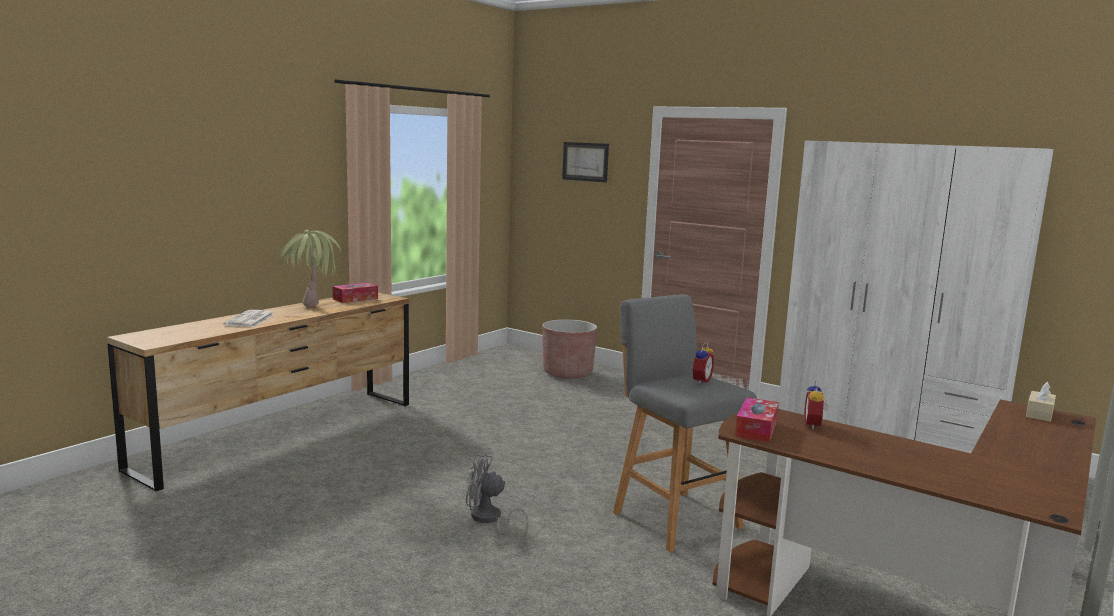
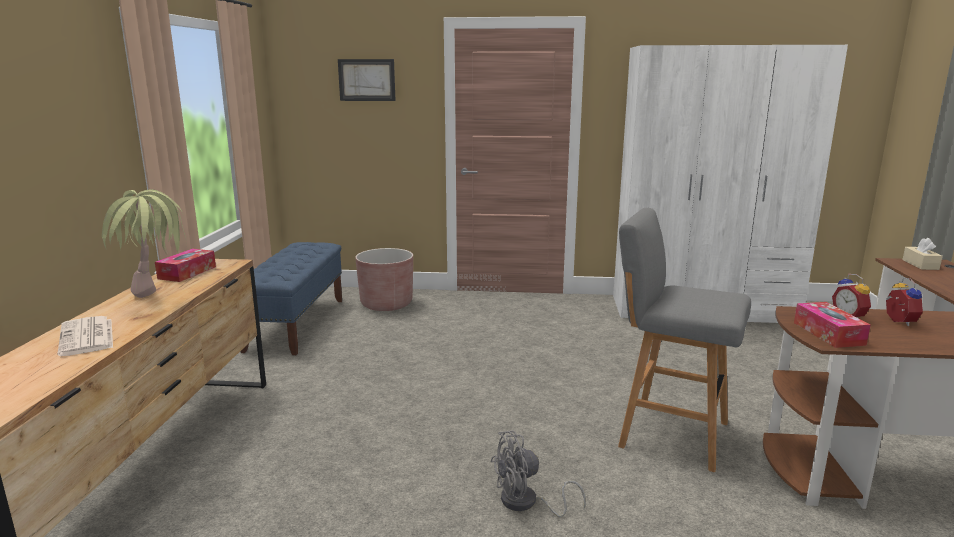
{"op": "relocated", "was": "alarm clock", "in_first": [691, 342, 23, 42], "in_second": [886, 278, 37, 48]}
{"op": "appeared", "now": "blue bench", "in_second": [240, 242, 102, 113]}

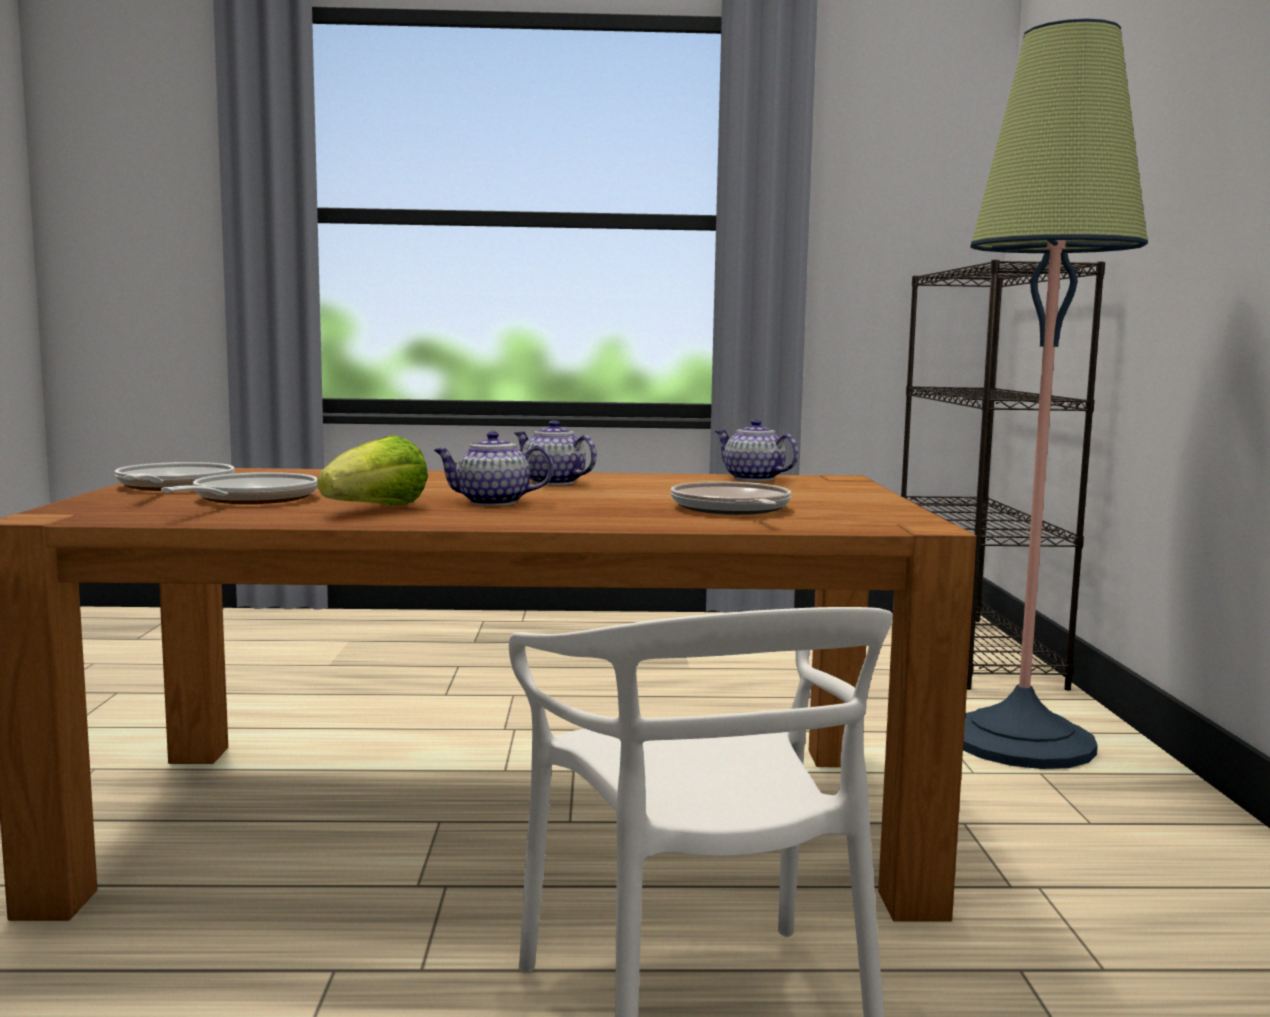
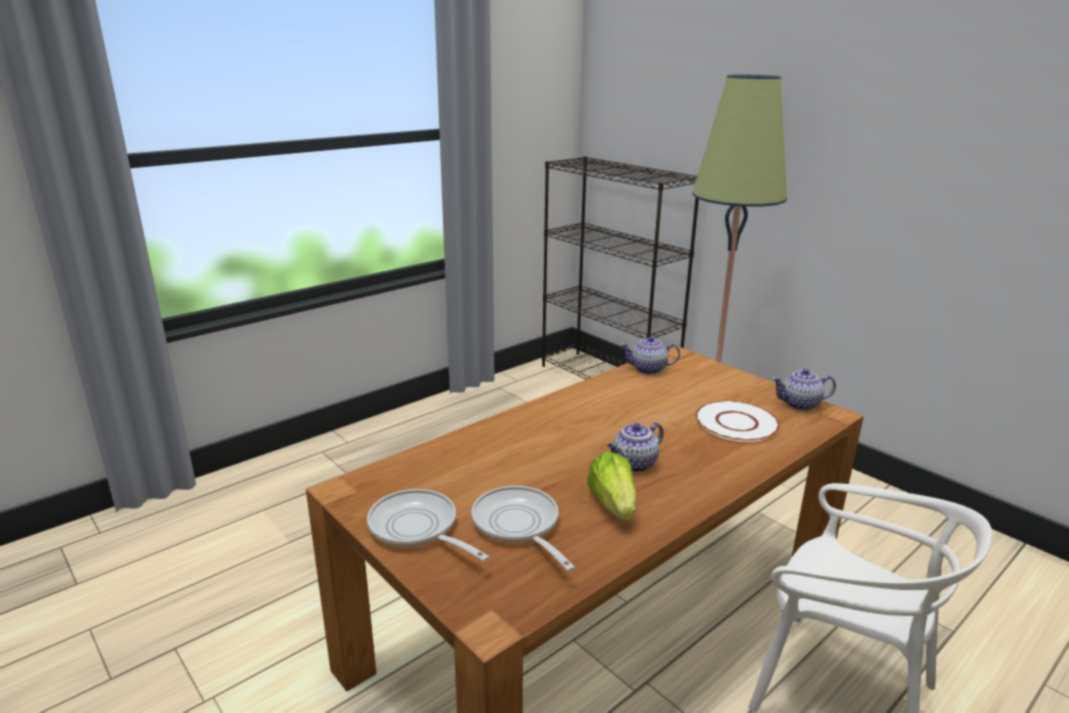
{"op": "relocated", "was": "teapot", "in_first": [514, 420, 83, 65], "in_second": [772, 369, 64, 42]}
{"op": "exchanged", "was": "frying pan", "now": "white plate", "in_first": [670, 481, 122, 34], "in_second": [695, 400, 85, 42]}

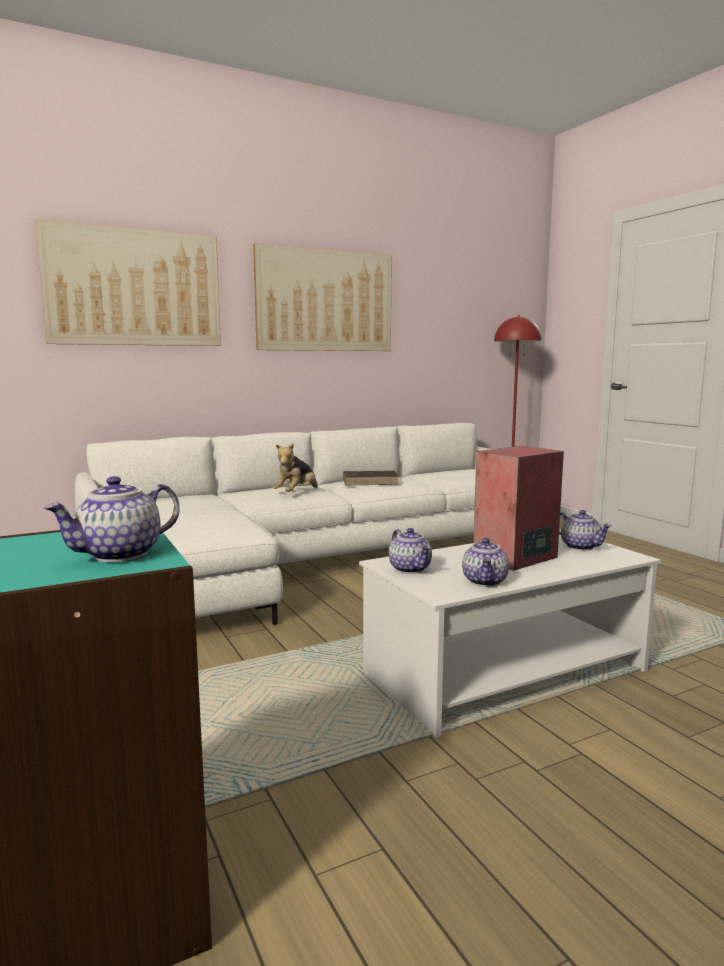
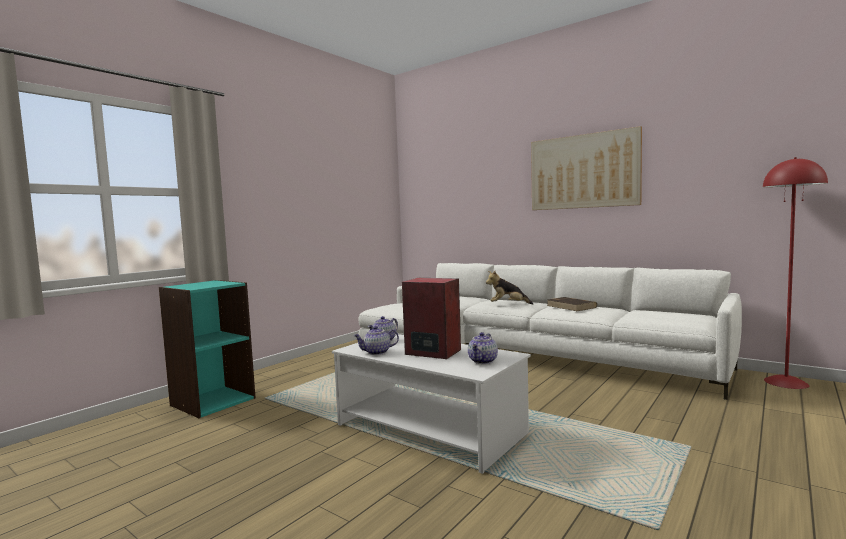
{"op": "missing", "was": "picture", "in_first": [35, 220, 186, 126]}
{"op": "missing", "was": "teapot", "in_first": [43, 476, 137, 86]}

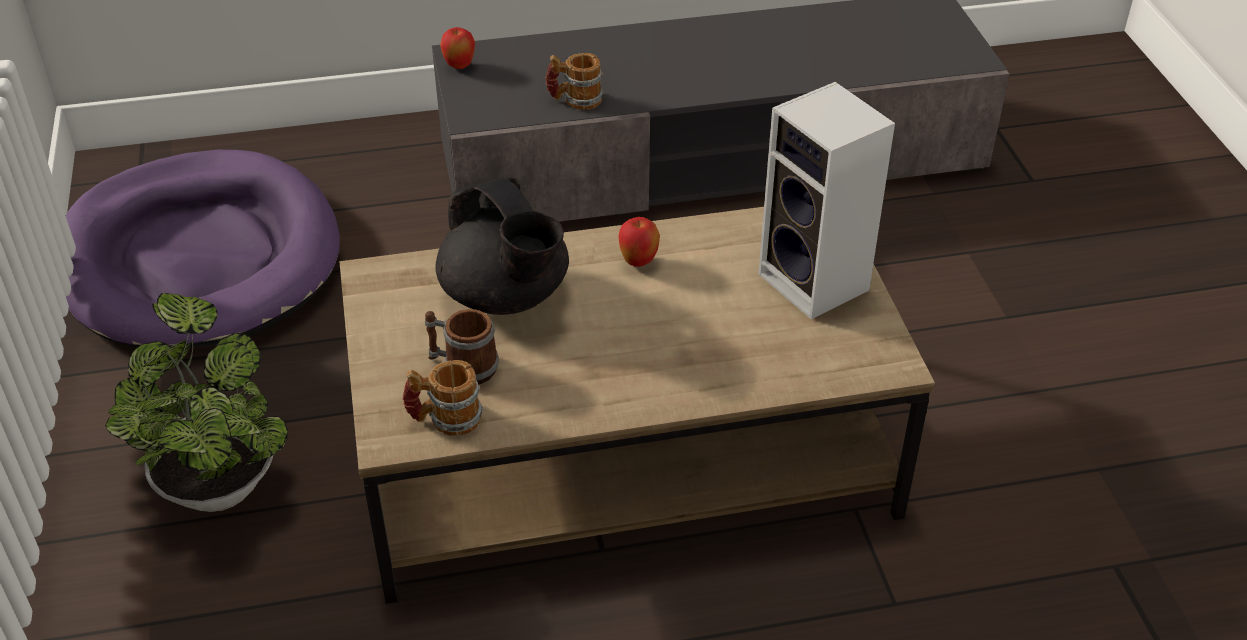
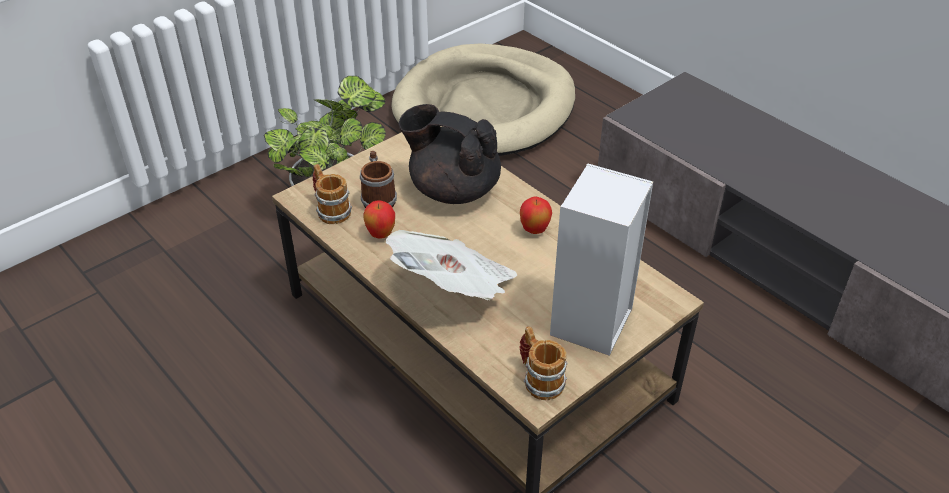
{"op": "relocated", "was": "apple", "in_first": [440, 27, 35, 42], "in_second": [363, 201, 32, 37]}
{"op": "relocated", "was": "mug", "in_first": [546, 53, 58, 57], "in_second": [520, 327, 47, 73]}
{"op": "colour", "was": "purple dog bed", "now": "beige dog bed", "in_first": [66, 150, 274, 197], "in_second": [391, 43, 184, 113]}
{"op": "spun", "was": "black teapot", "in_first": [435, 177, 134, 138], "in_second": [398, 104, 103, 100], "clockwise": 90}
{"op": "appeared", "now": "newspaper", "in_second": [386, 230, 132, 70]}

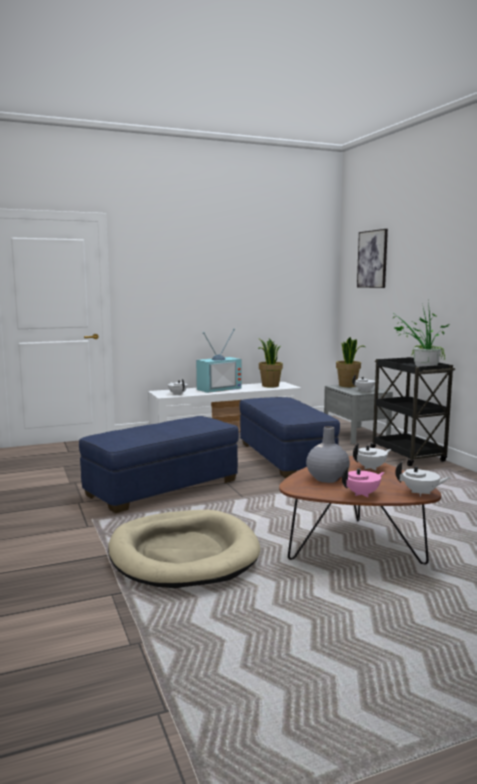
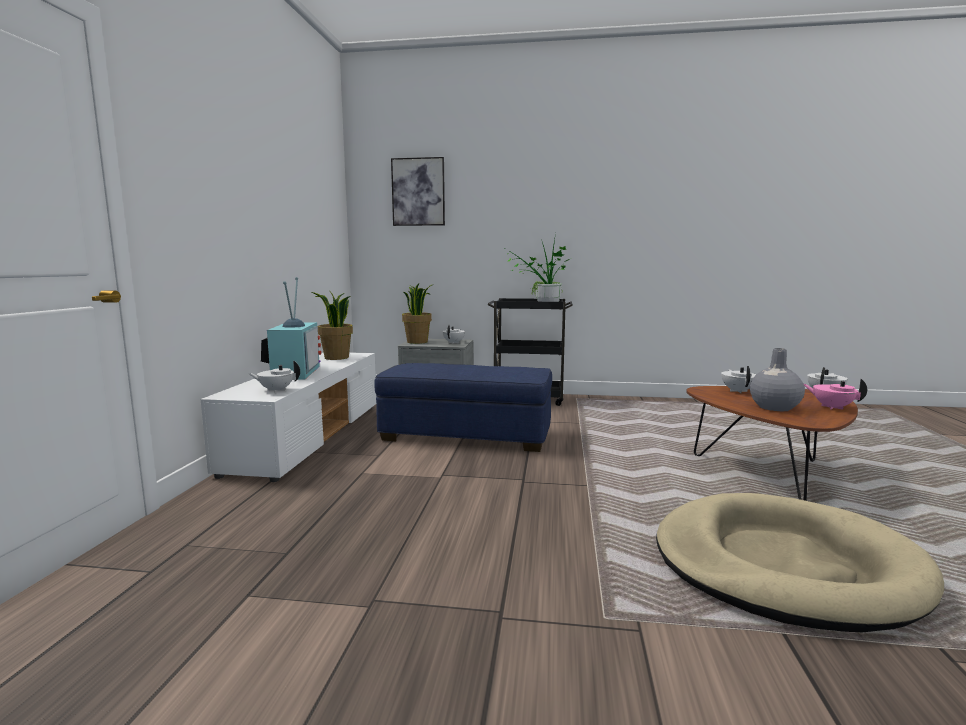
{"op": "missing", "was": "blue ottoman", "in_first": [79, 416, 160, 97]}
{"op": "spun", "was": "pink teapot", "in_first": [342, 466, 43, 31], "in_second": [804, 379, 63, 31], "clockwise": -45}

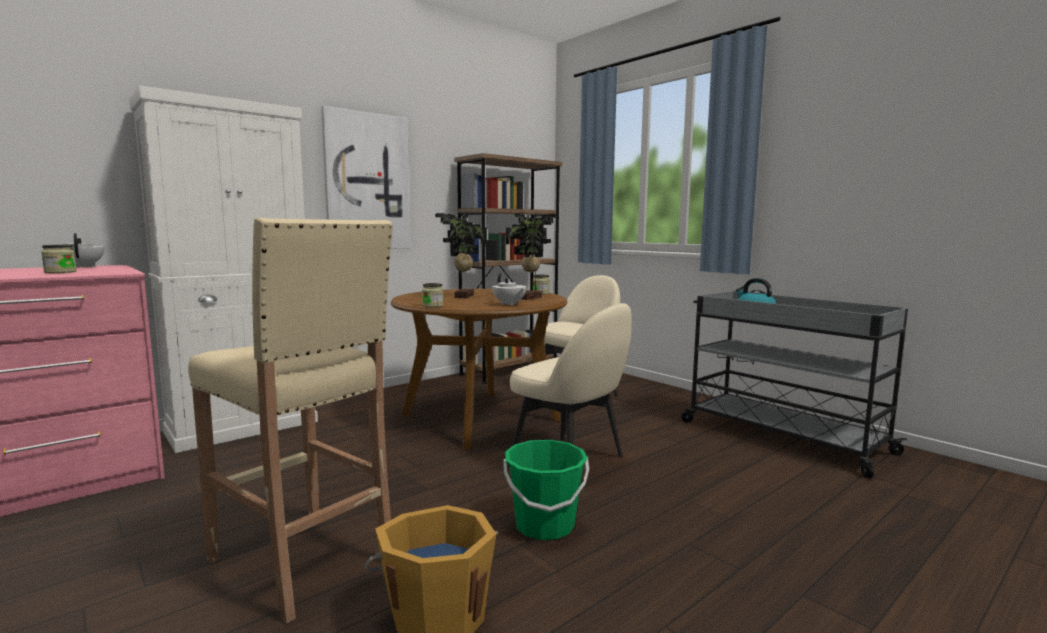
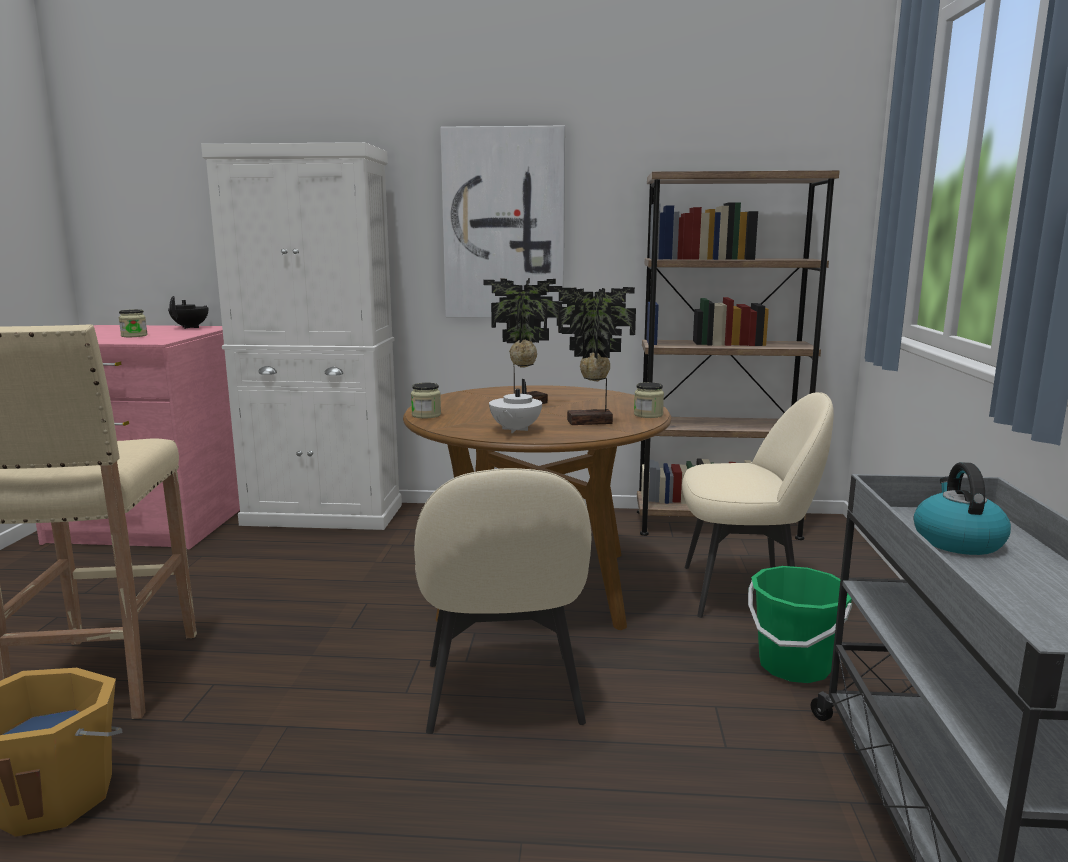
{"op": "colour", "was": "white teapot", "now": "black teapot", "in_first": [66, 233, 38, 35], "in_second": [168, 296, 40, 33]}
{"op": "relocated", "was": "green bucket", "in_first": [503, 440, 86, 100], "in_second": [748, 566, 104, 117]}

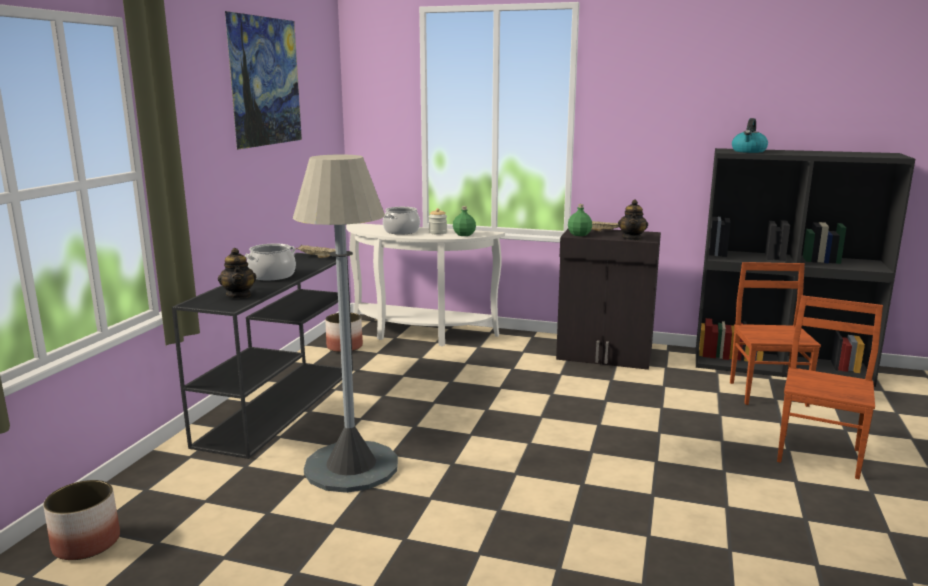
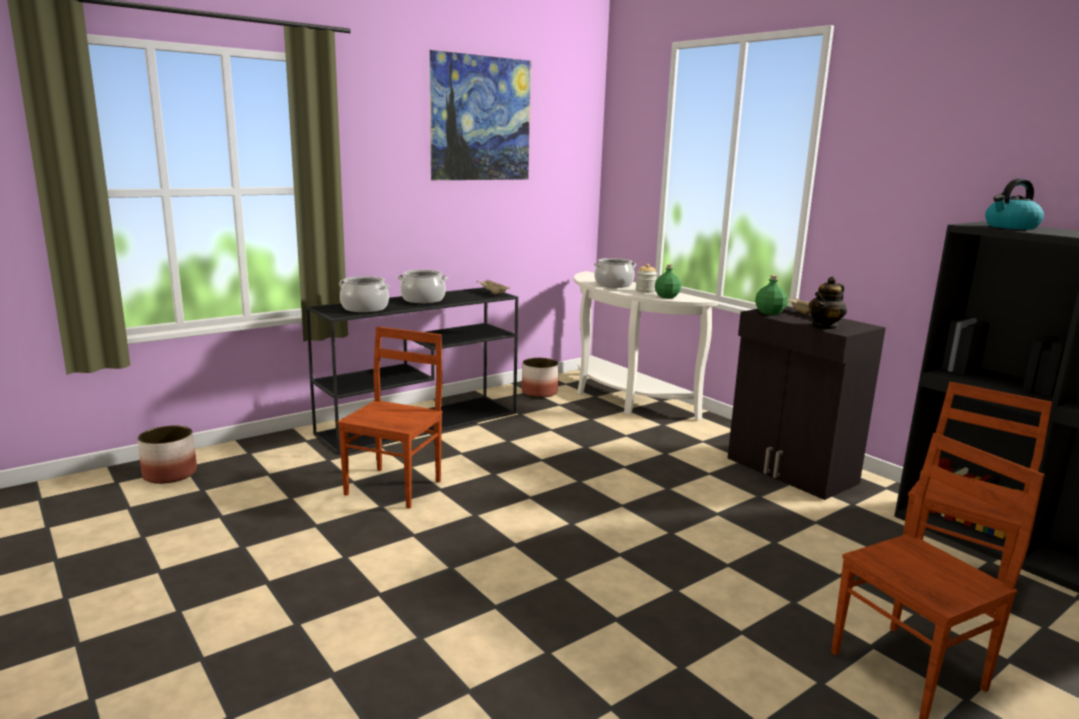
{"op": "exchanged", "was": "grey floor lamp", "now": "brown chair", "in_first": [293, 155, 105, 338], "in_second": [337, 326, 106, 183]}
{"op": "exchanged", "was": "teapot", "now": "cooking pot", "in_first": [218, 248, 38, 50], "in_second": [339, 276, 51, 37]}

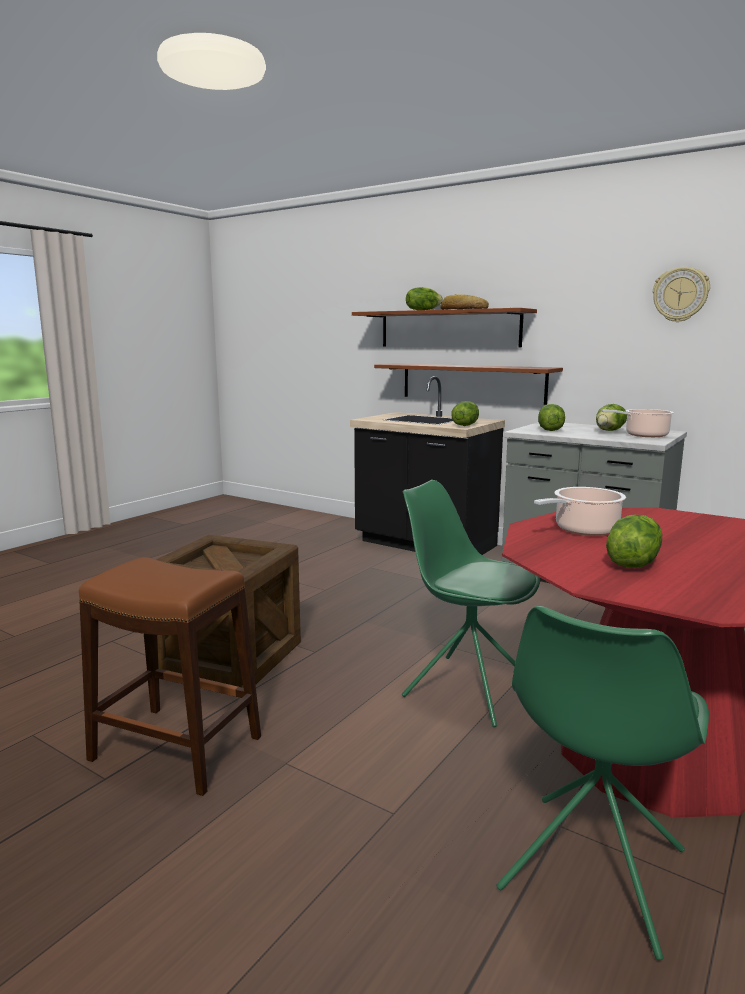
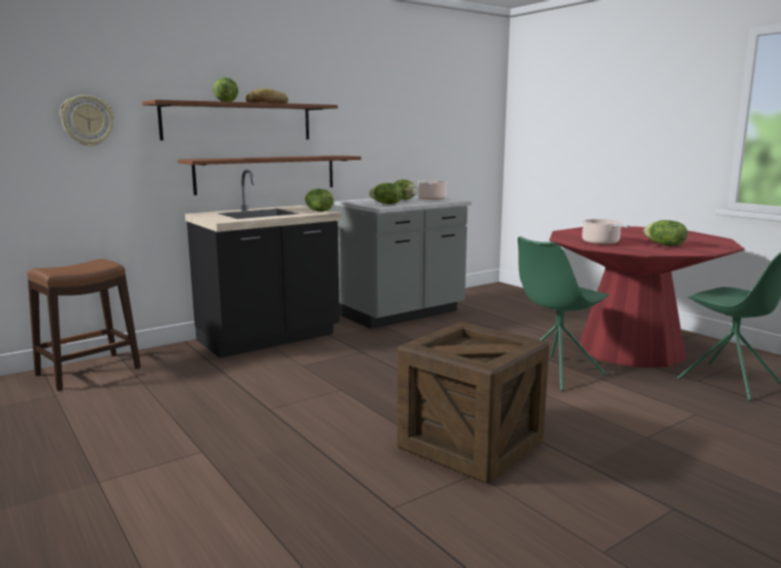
{"op": "relocated", "was": "wall clock", "in_first": [653, 267, 57, 55], "in_second": [60, 95, 54, 52]}
{"op": "relocated", "was": "brown stool", "in_first": [79, 557, 182, 239], "in_second": [27, 259, 114, 132]}

